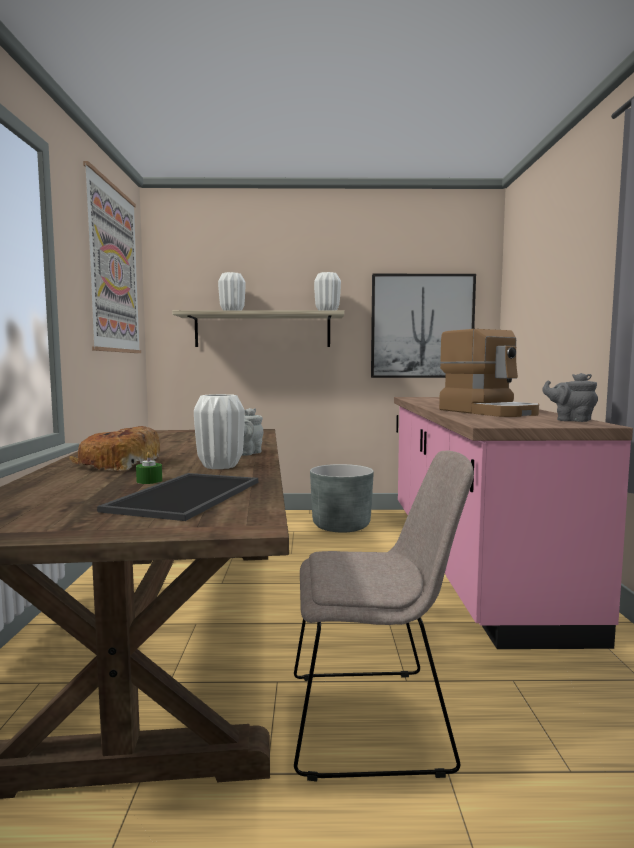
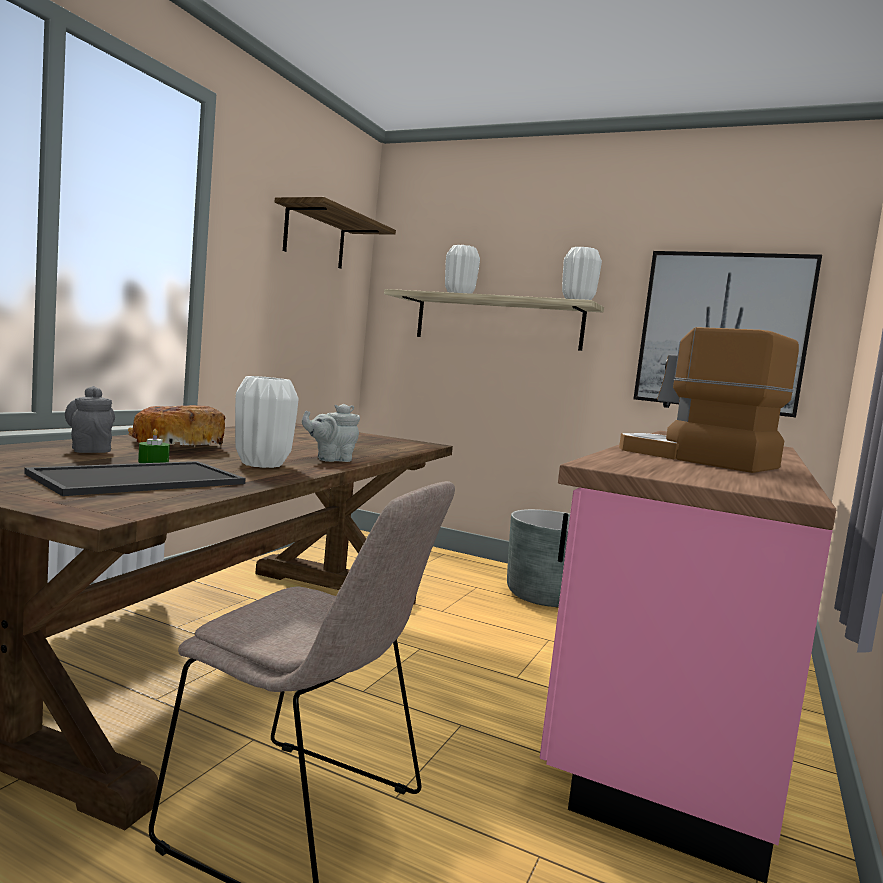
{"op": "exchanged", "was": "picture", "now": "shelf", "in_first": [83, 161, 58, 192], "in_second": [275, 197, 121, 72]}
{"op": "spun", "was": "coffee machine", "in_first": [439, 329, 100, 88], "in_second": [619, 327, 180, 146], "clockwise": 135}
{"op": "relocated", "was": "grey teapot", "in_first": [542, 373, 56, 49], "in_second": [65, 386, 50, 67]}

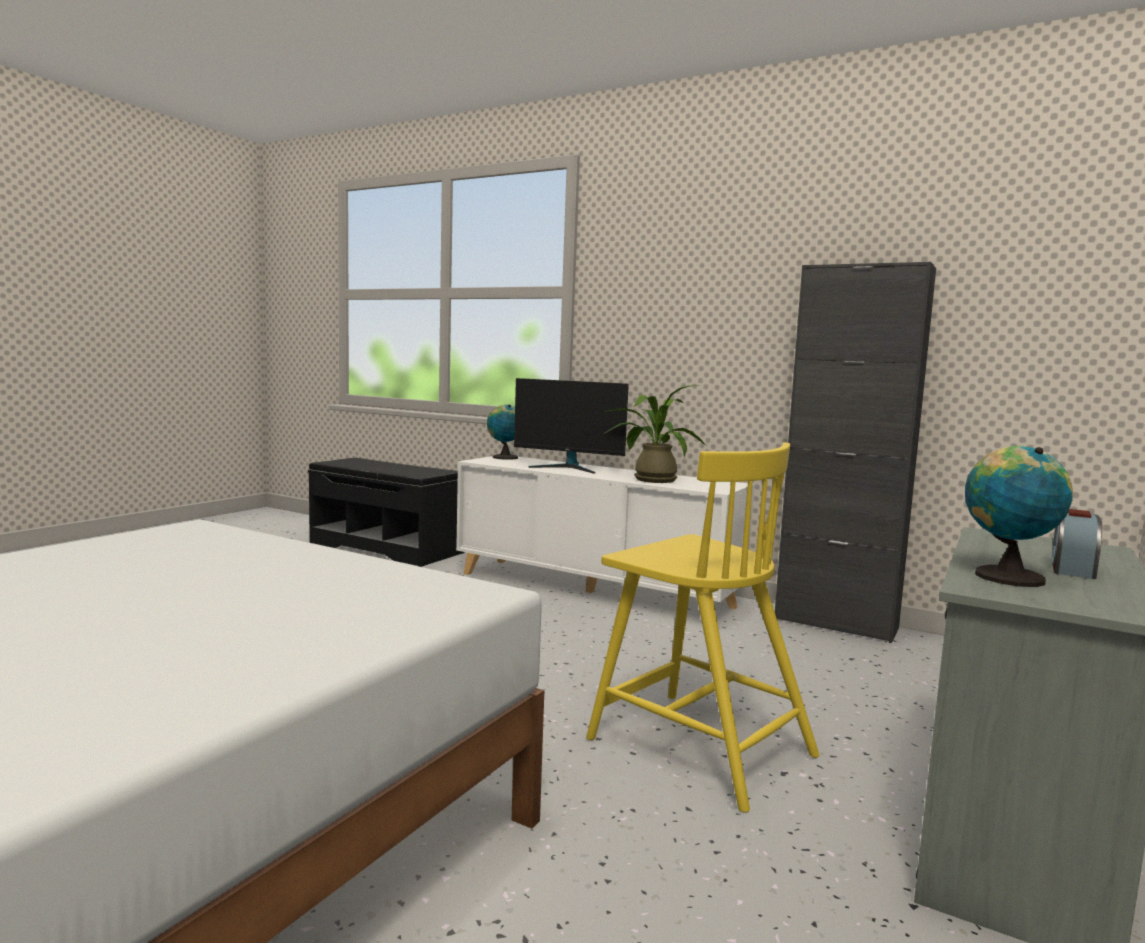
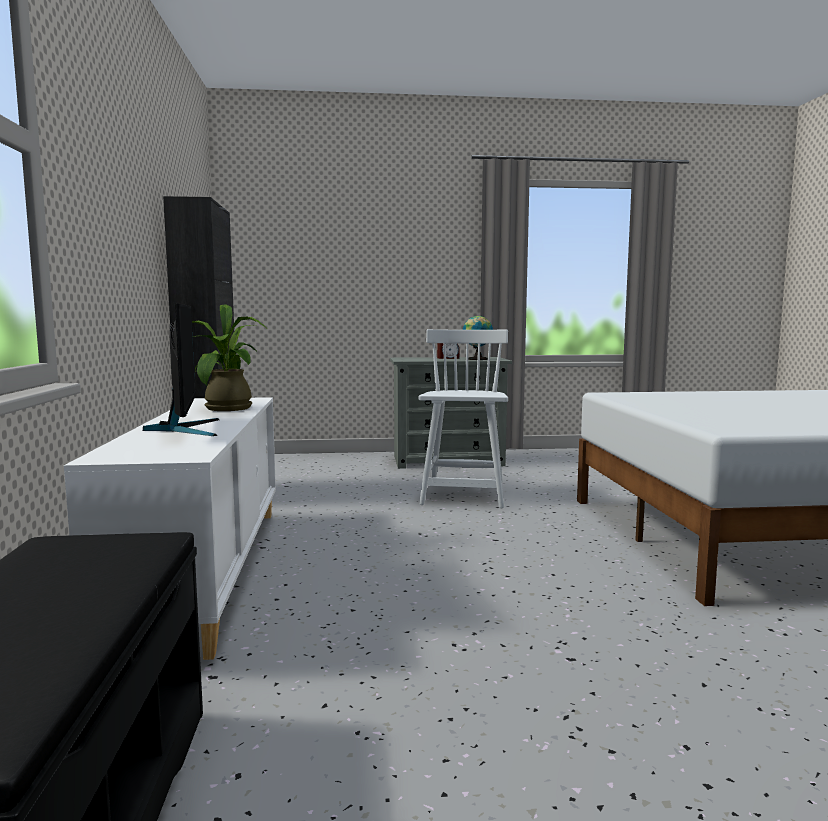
{"op": "missing", "was": "globe", "in_first": [487, 404, 31, 56]}
{"op": "colour", "was": "yellow chair", "now": "white chair", "in_first": [586, 442, 234, 371], "in_second": [418, 329, 90, 179]}

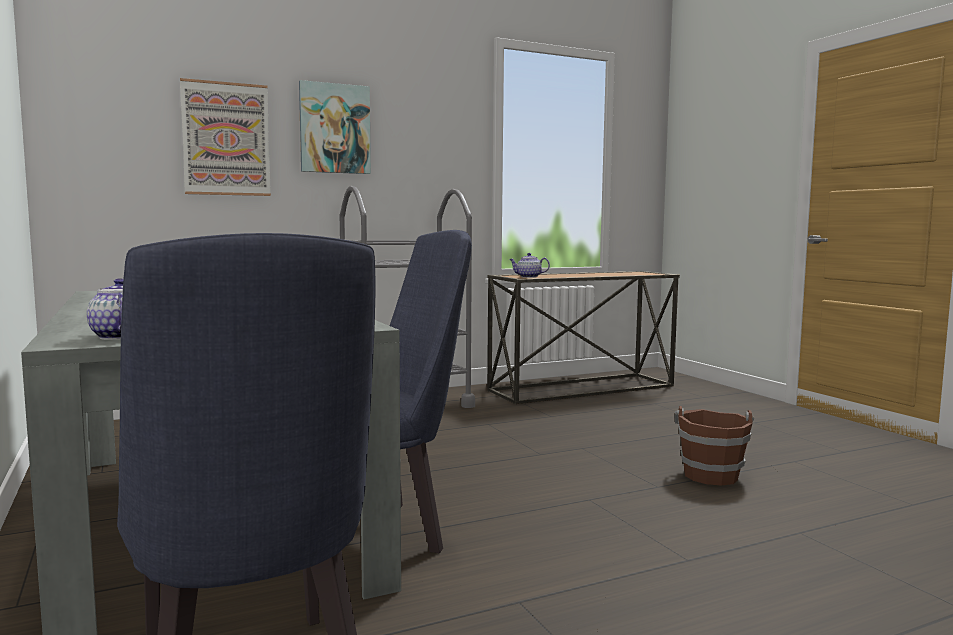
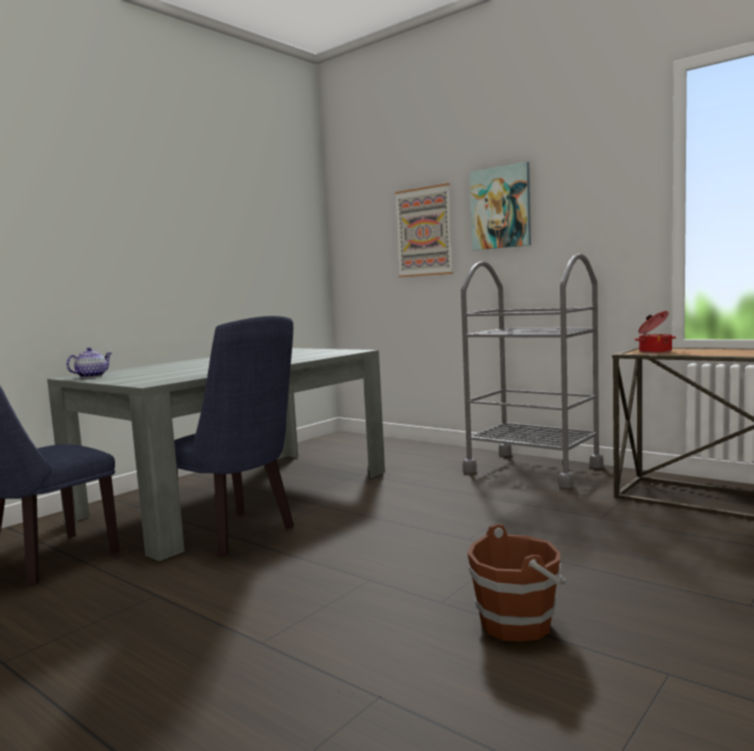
{"op": "exchanged", "was": "teapot", "now": "cooking pot", "in_first": [509, 253, 41, 25], "in_second": [634, 311, 42, 43]}

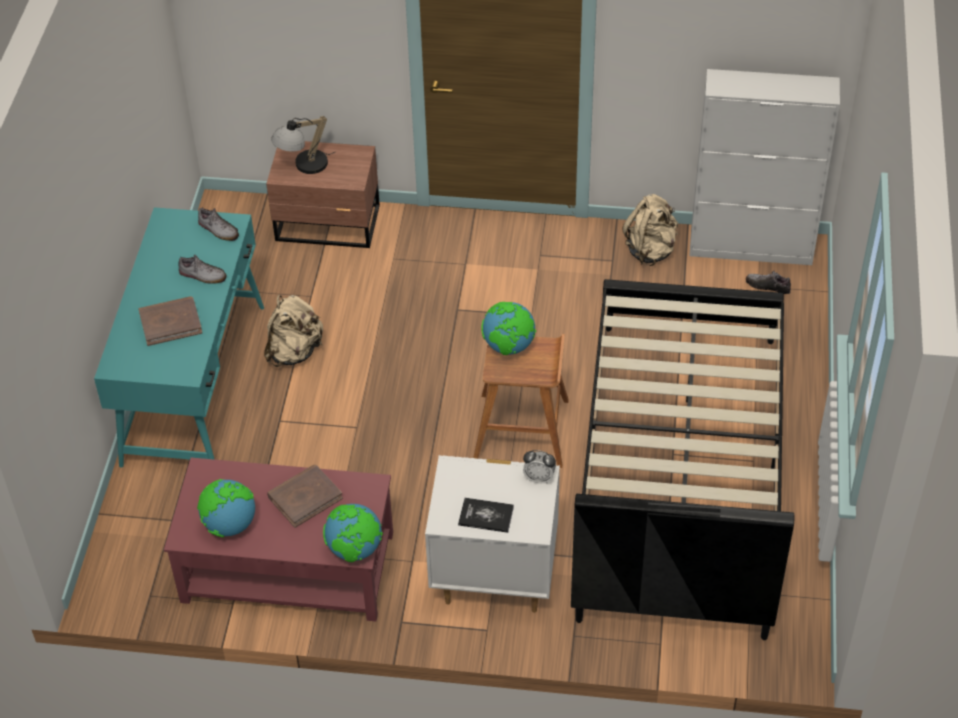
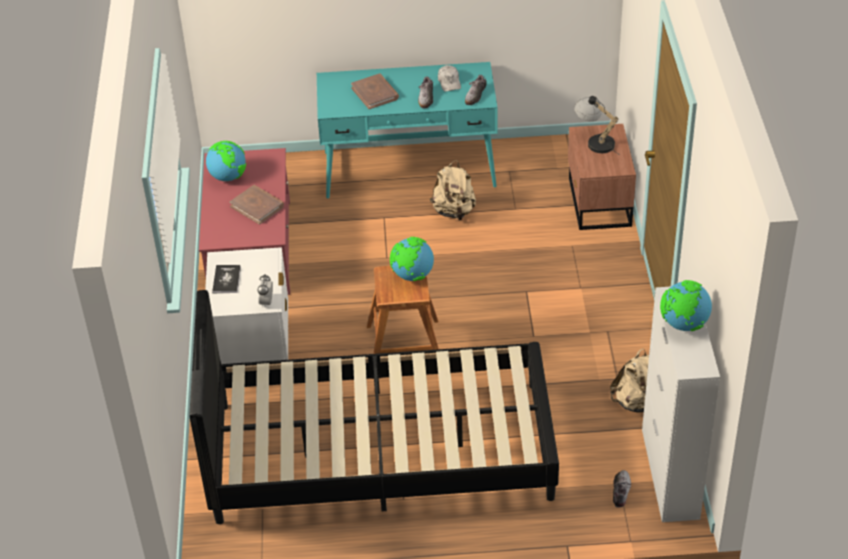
{"op": "relocated", "was": "globe", "in_first": [323, 504, 60, 58], "in_second": [660, 280, 52, 51]}
{"op": "appeared", "now": "white cap", "in_second": [438, 65, 23, 27]}

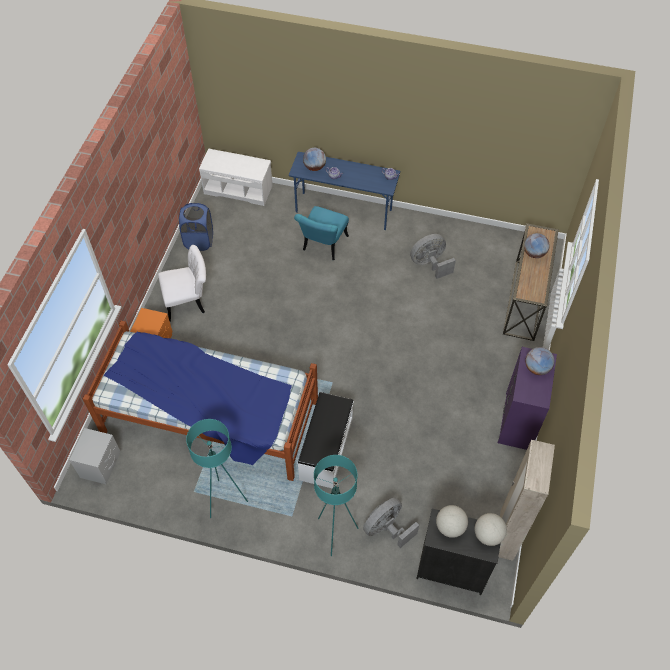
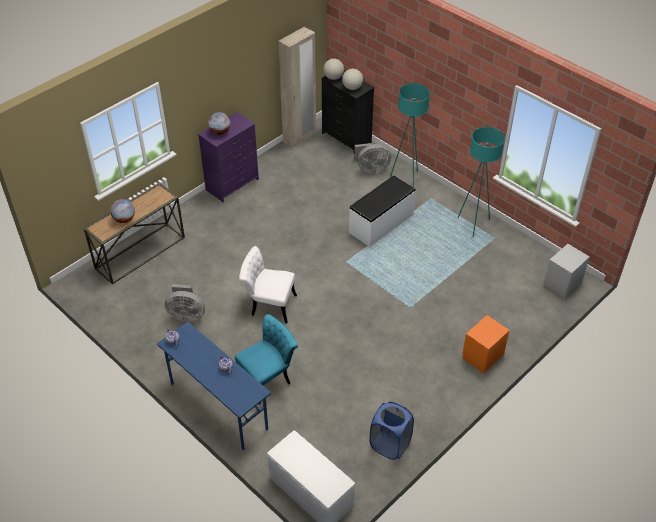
{"op": "missing", "was": "globe", "in_first": [303, 148, 23, 23]}
{"op": "relocated", "was": "white chair", "in_first": [158, 245, 48, 77], "in_second": [239, 246, 58, 78]}
{"op": "missing", "was": "bed", "in_first": [83, 321, 235, 160]}

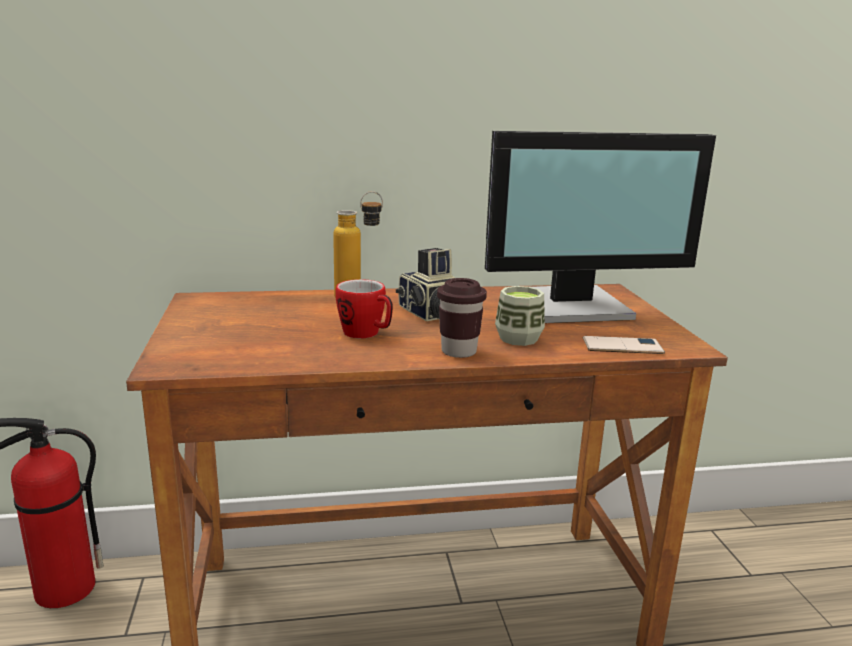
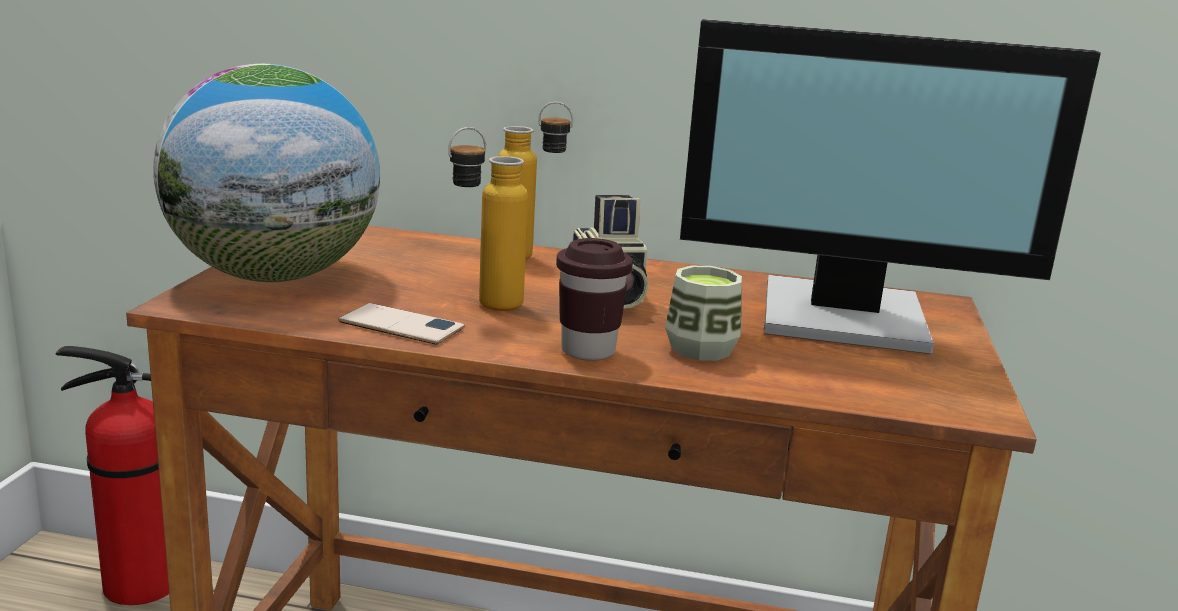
{"op": "exchanged", "was": "mug", "now": "bottle", "in_first": [336, 279, 57, 60], "in_second": [448, 127, 80, 184]}
{"op": "relocated", "was": "phone", "in_first": [583, 336, 82, 18], "in_second": [338, 303, 127, 42]}
{"op": "appeared", "now": "globe", "in_second": [153, 64, 227, 218]}

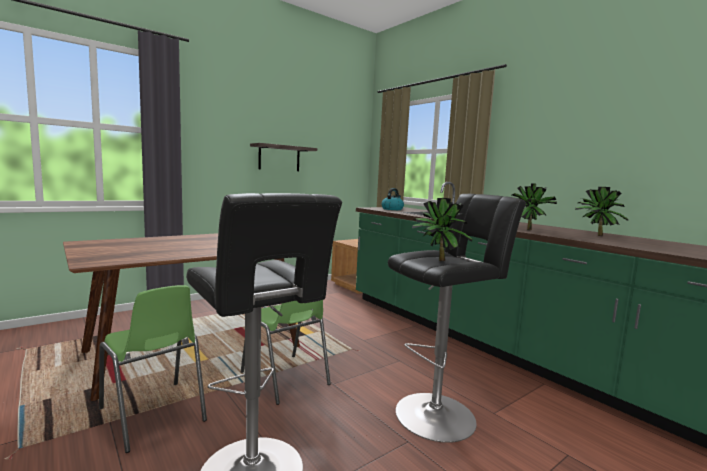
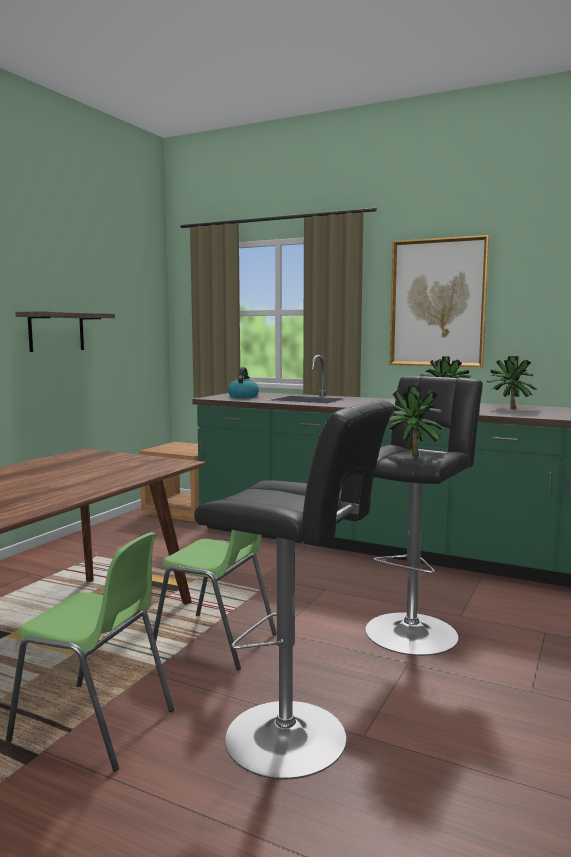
{"op": "appeared", "now": "picture", "in_second": [390, 235, 99, 132]}

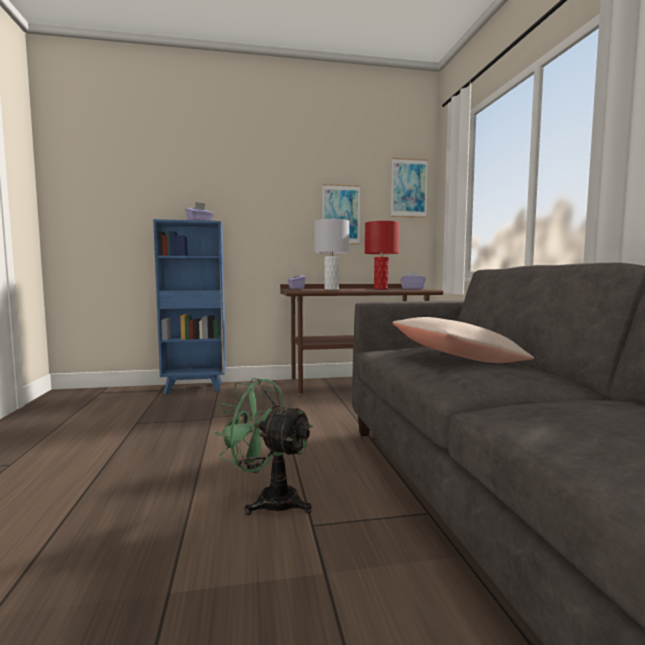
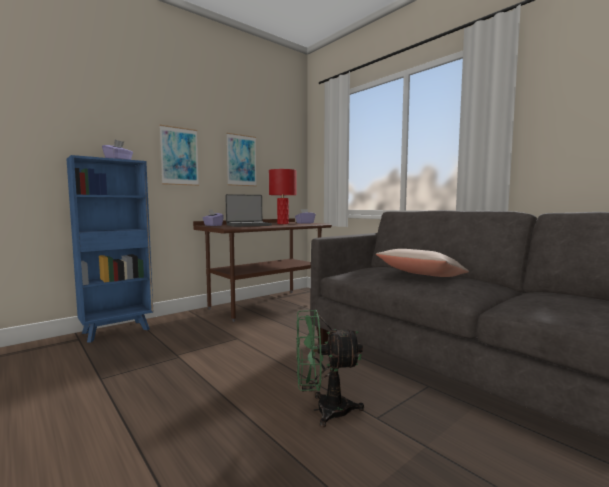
{"op": "relocated", "was": "picture", "in_first": [391, 158, 37, 60], "in_second": [160, 125, 39, 61]}
{"op": "exchanged", "was": "grey table lamp", "now": "laptop", "in_first": [314, 219, 35, 71], "in_second": [225, 194, 47, 33]}

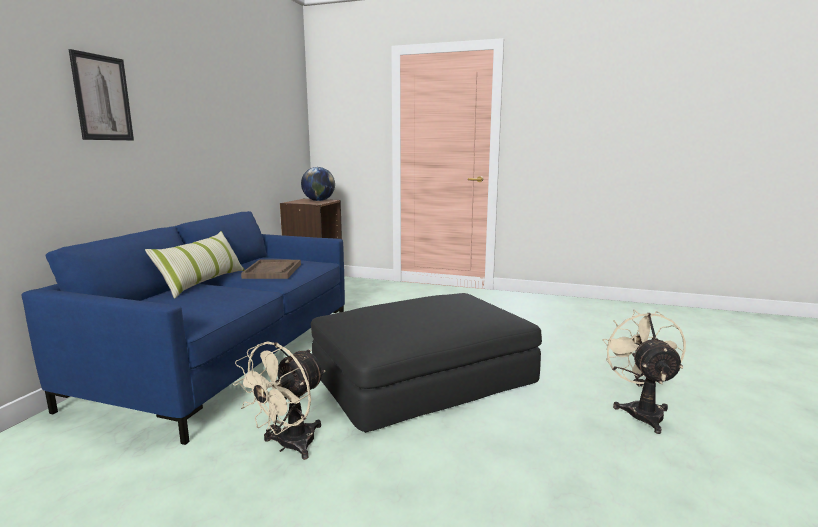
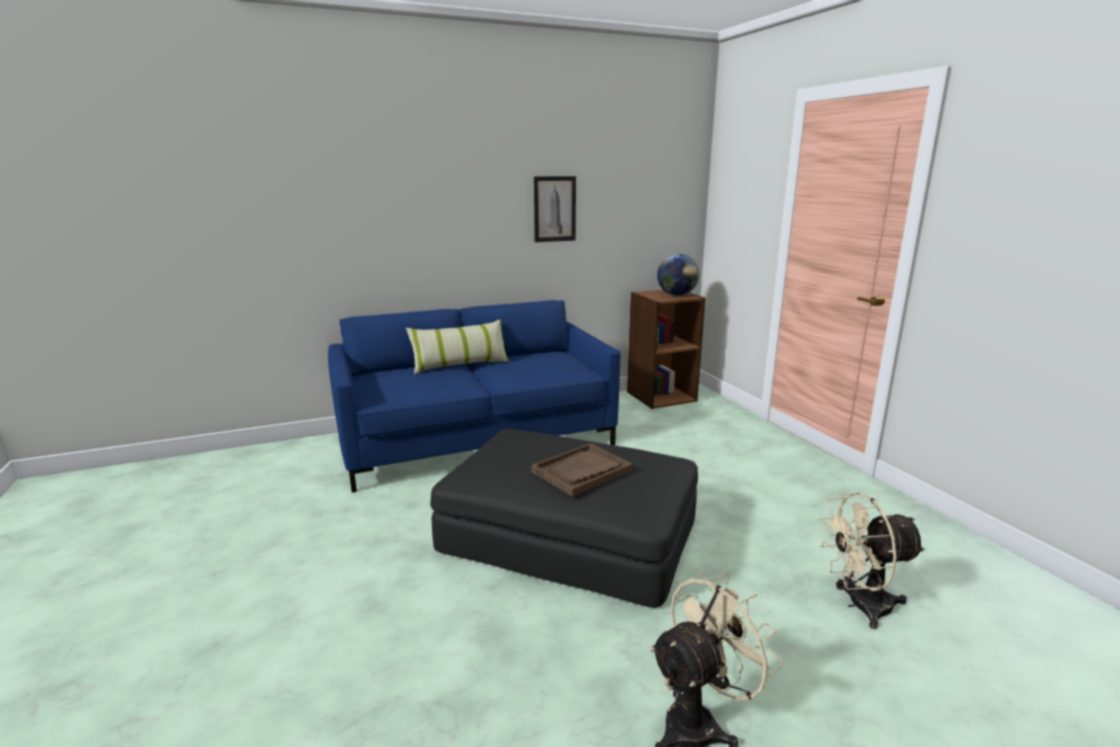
{"op": "relocated", "was": "picture", "in_first": [69, 49, 65, 91], "in_second": [534, 176, 42, 66]}
{"op": "relocated", "was": "brown tray", "in_first": [241, 260, 60, 19], "in_second": [532, 443, 101, 54]}
{"op": "relocated", "was": "beige fan", "in_first": [233, 341, 92, 119], "in_second": [819, 492, 107, 137]}

